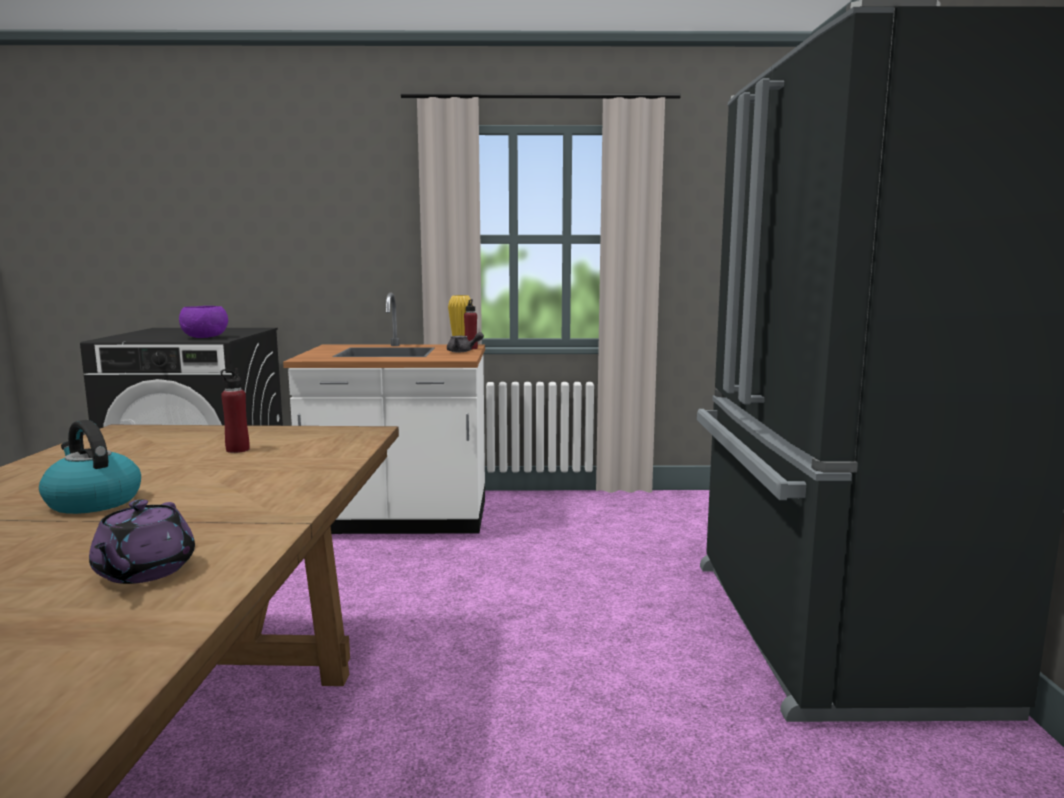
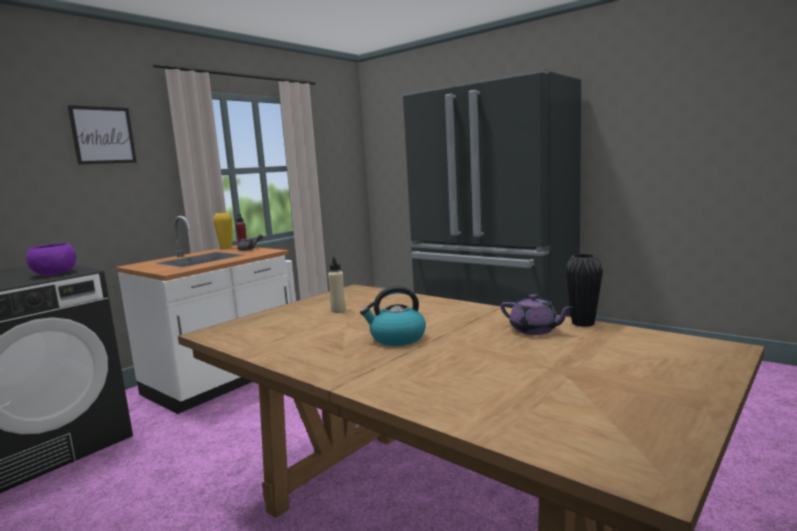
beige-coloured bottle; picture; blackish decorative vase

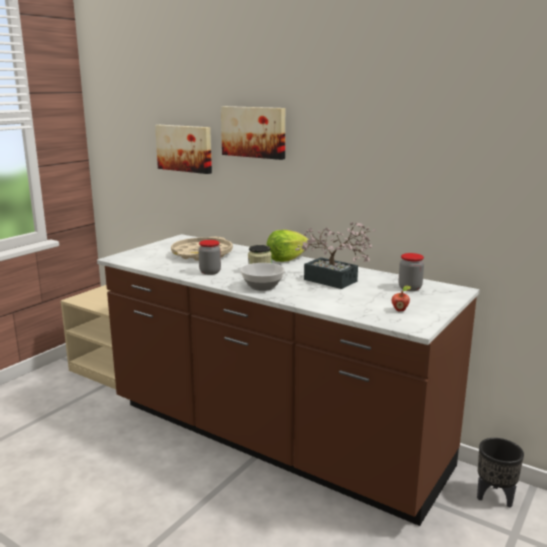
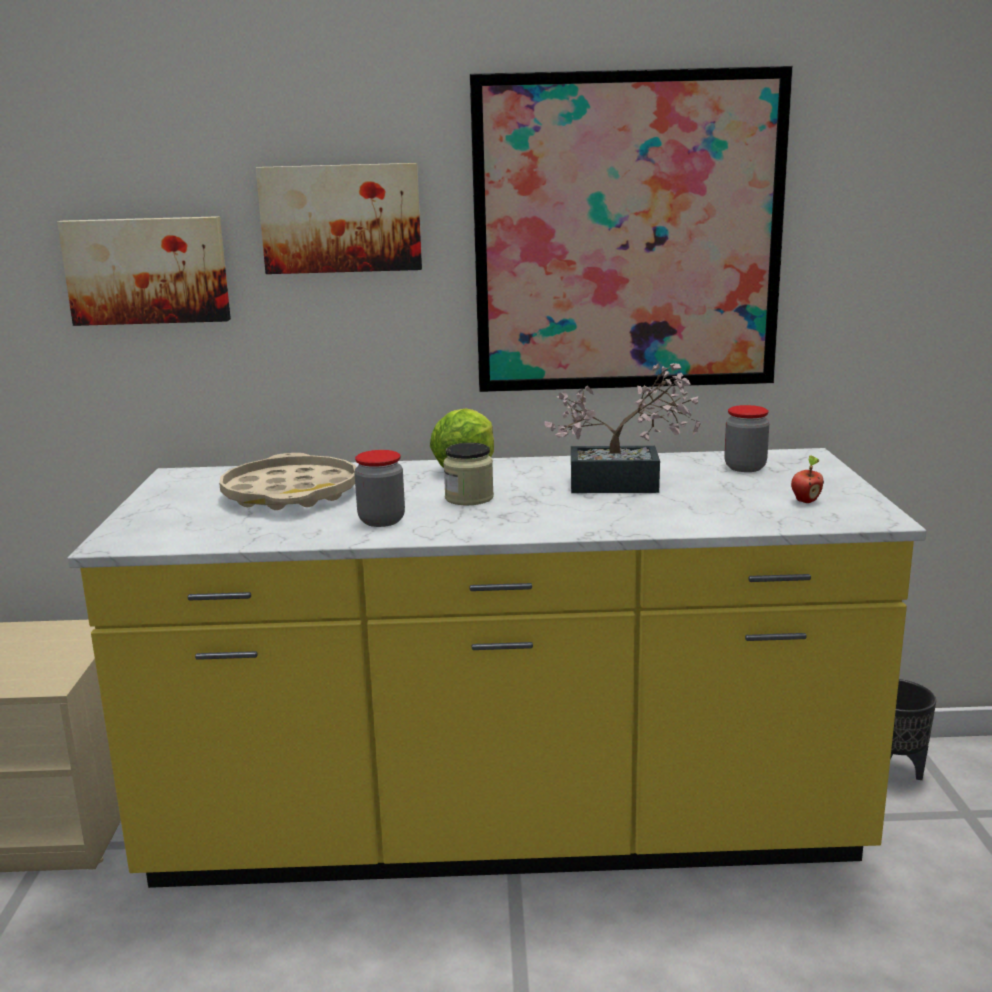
yellow counter; bowl; picture (no. 3 from left)

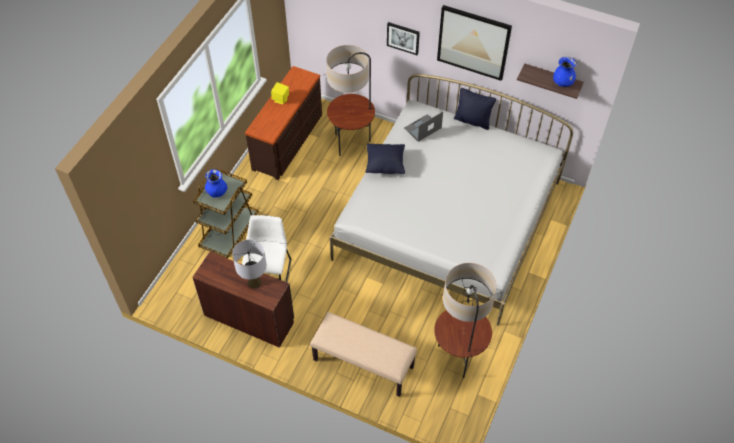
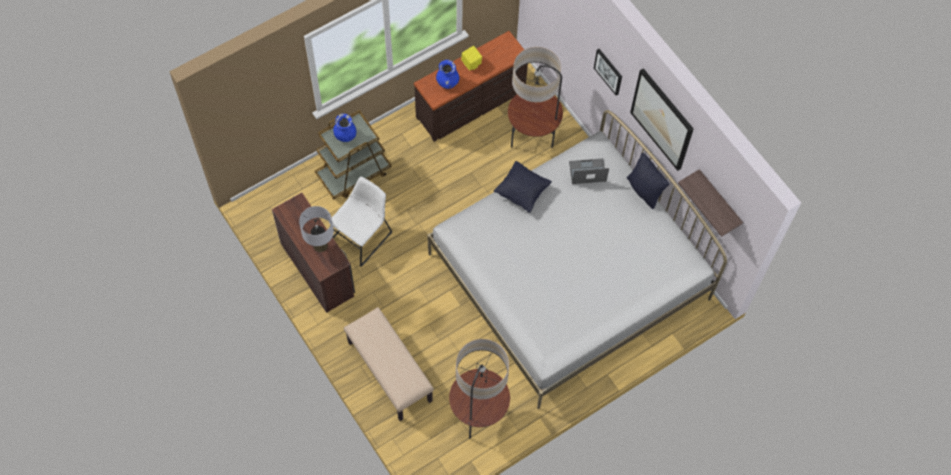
blue-coloured decorative vase (no. 2 from left)

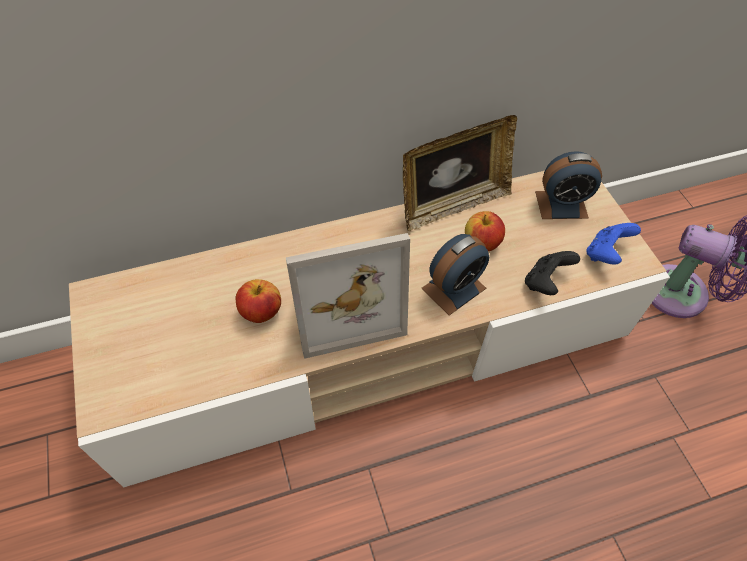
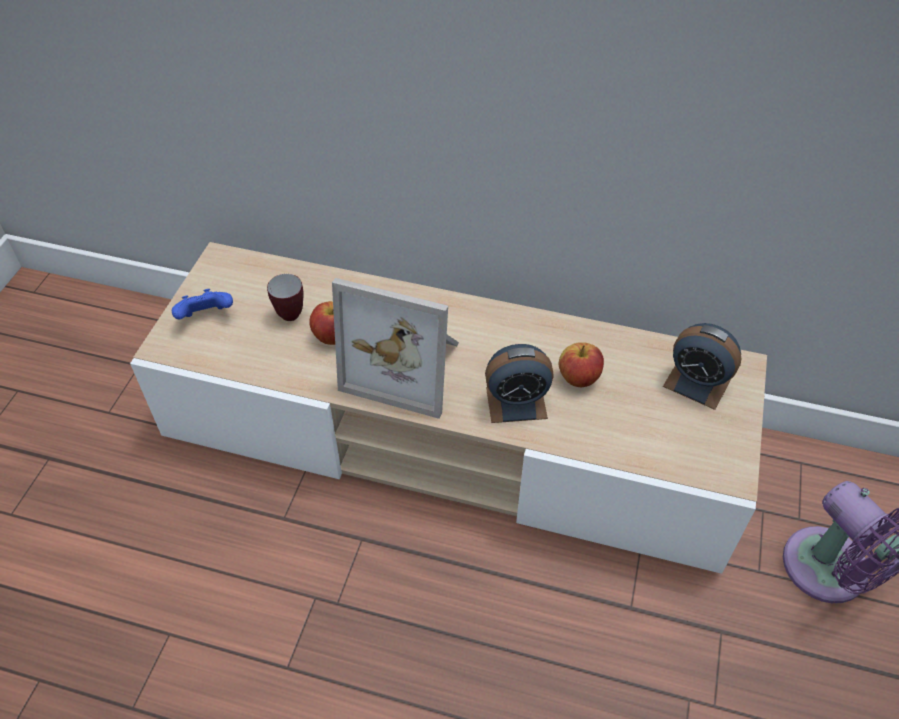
picture frame (no. 2 from left in the first image); blackish gamepad; blue-coloured gamepad; mug

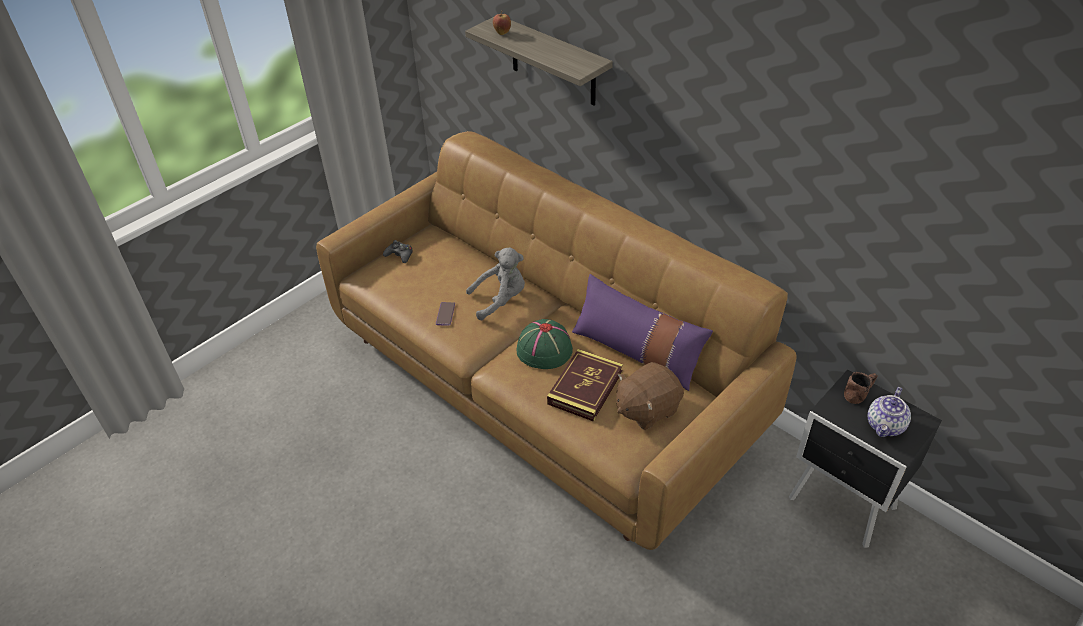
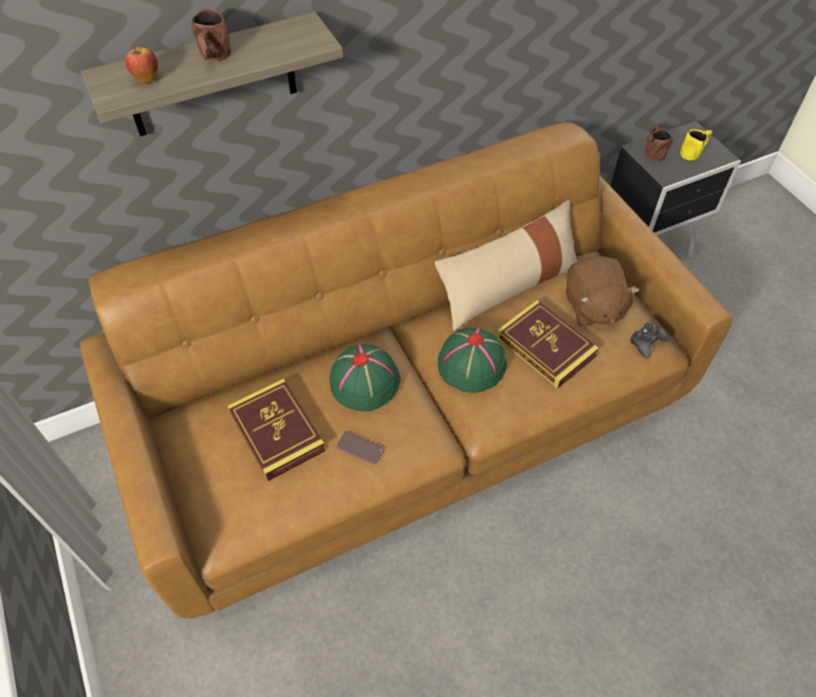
blackish gamepad; green-coloured wearable hat (no. 1 from left); beige-coloured throw pillow; yellow mug; brownish mug (no. 1 from left); bound book (no. 1 from left)

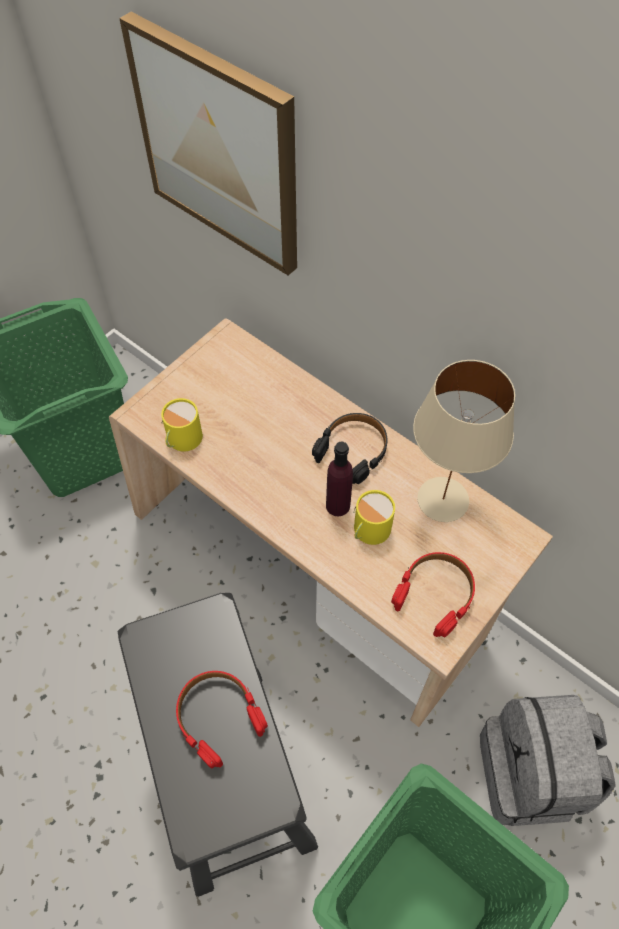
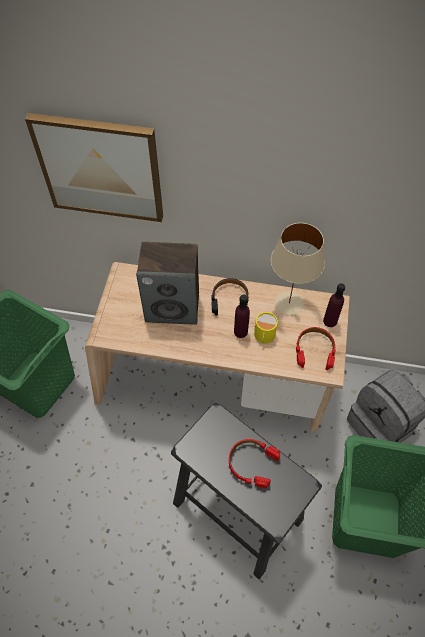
yellow mug (no. 1 from left in the first image); speaker; purplish bottle (no. 2 from left)

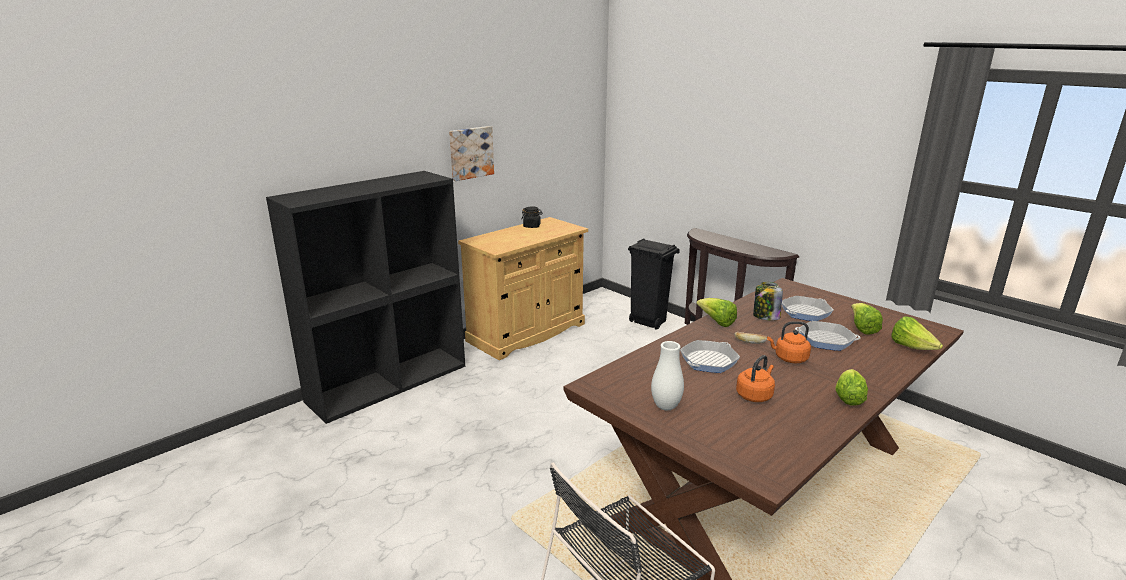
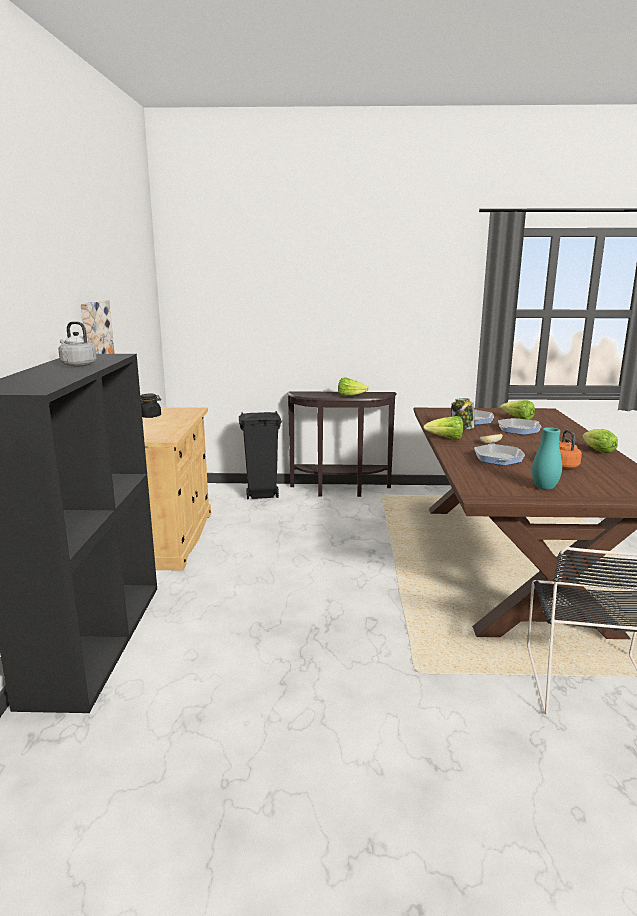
turquoise-coloured decorative vase; orange-coloured water kettle (no. 2 from left in the first image); lettuce head (no. 1 from left); greyish water kettle

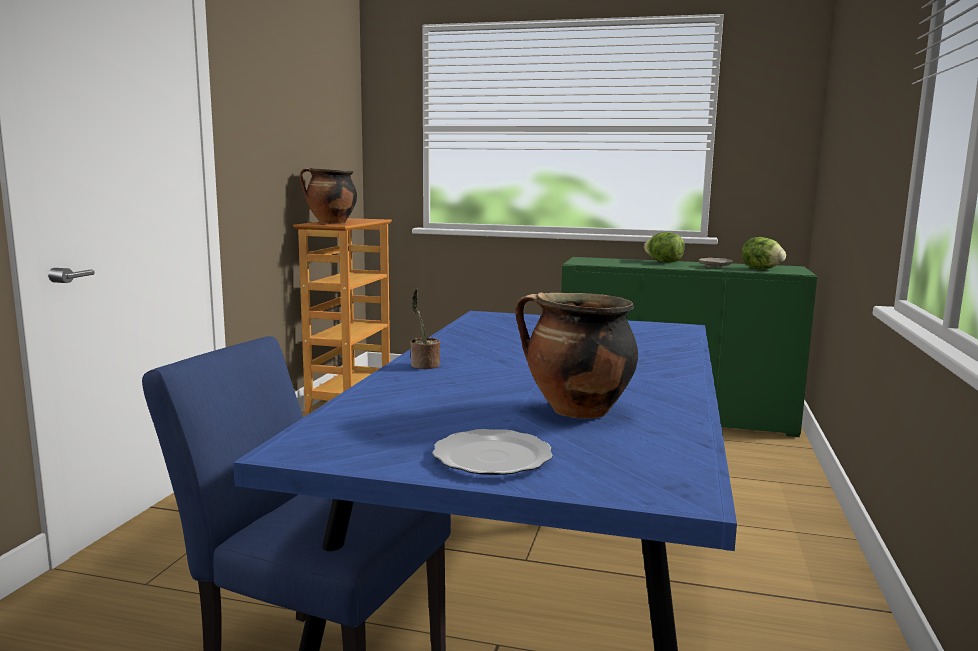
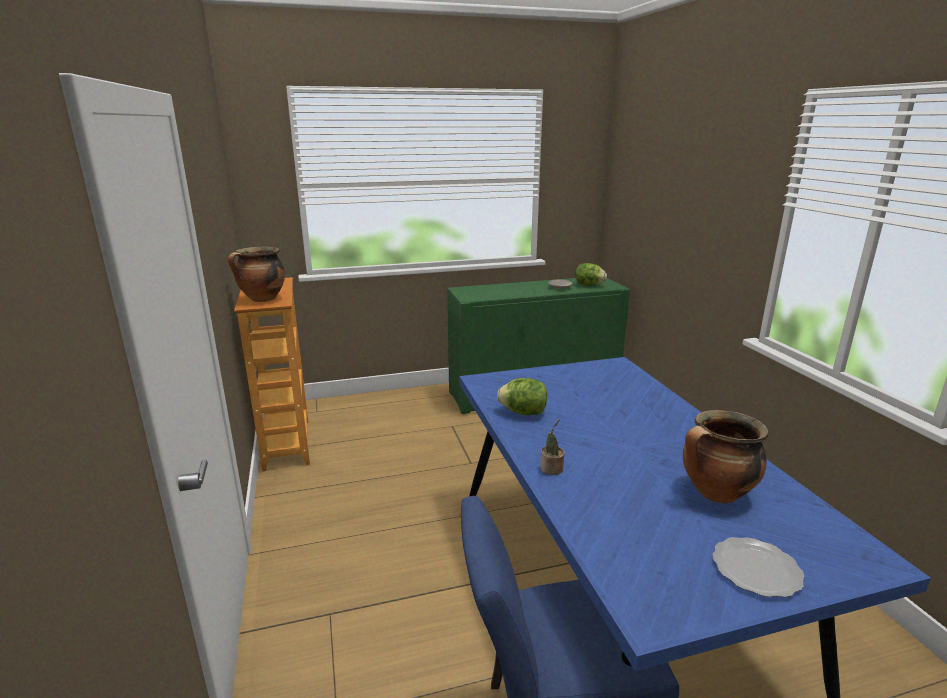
lettuce head (no. 1 from left)

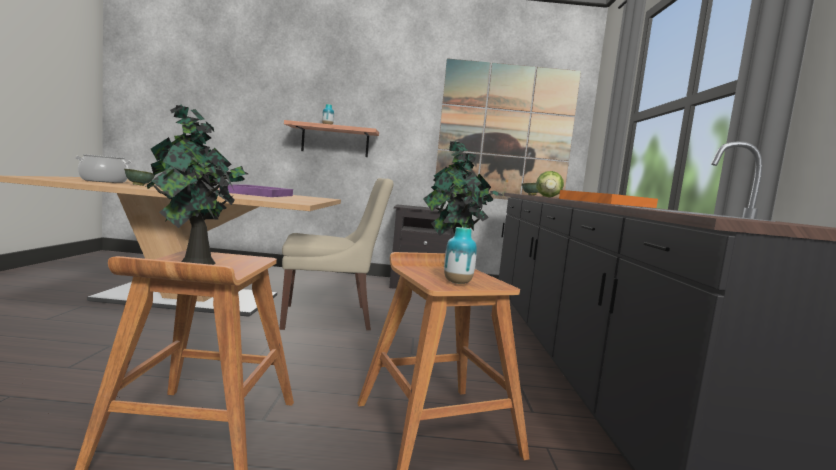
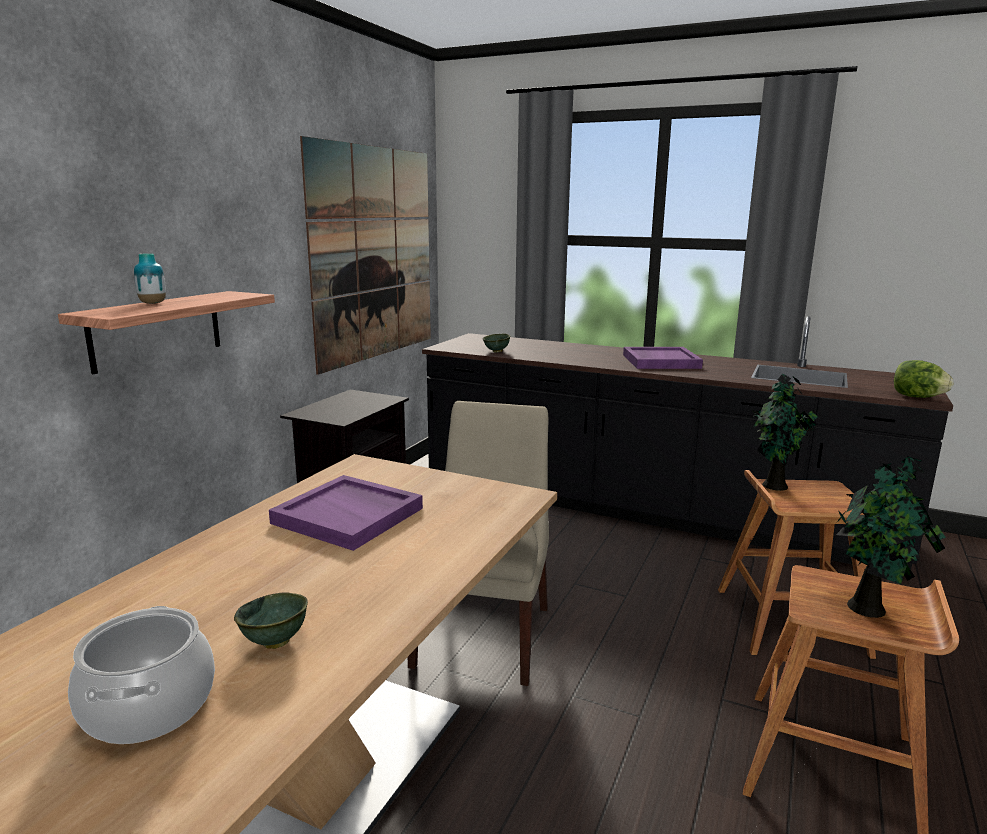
decorative vase (no. 2 from left in the first image); lettuce head; purplish serving tray (no. 2 from left)

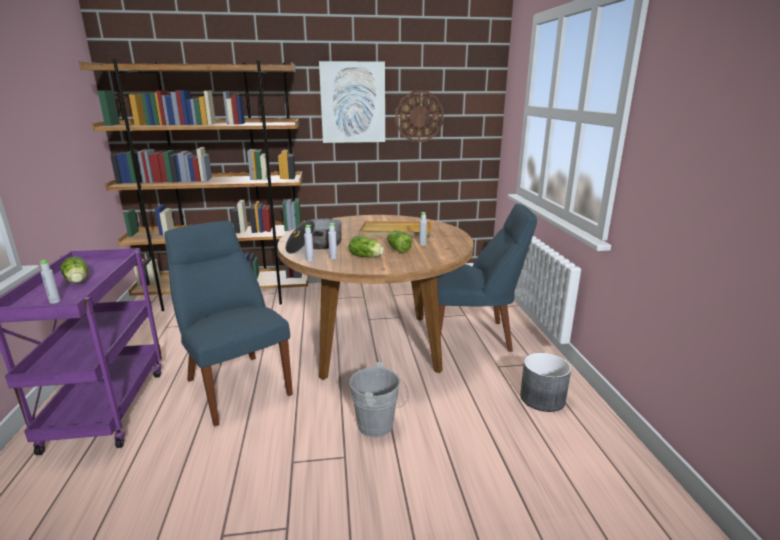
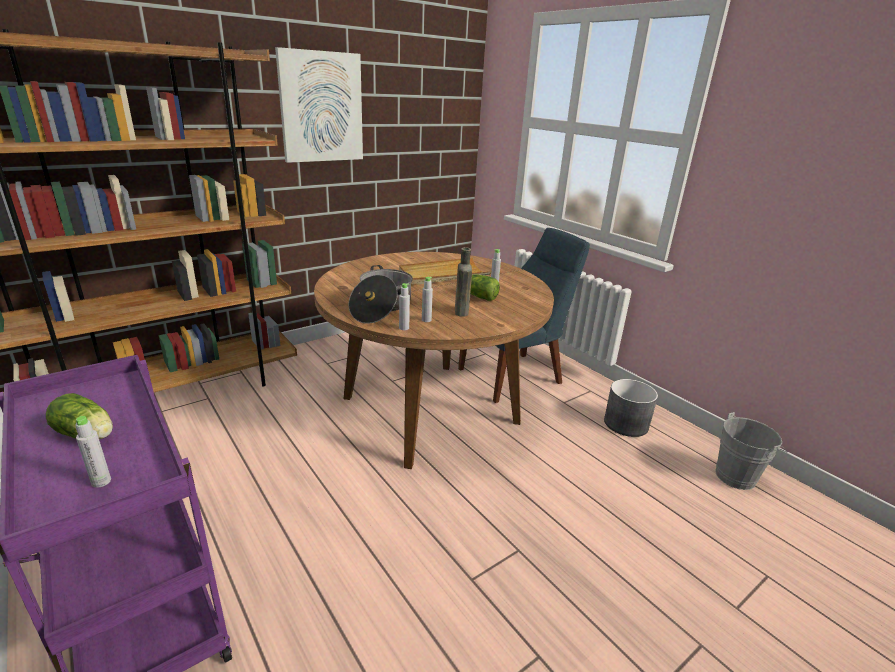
blue-coloured plain chair (no. 1 from left in the first image); brownish bottle; greyish pail; wall clock

